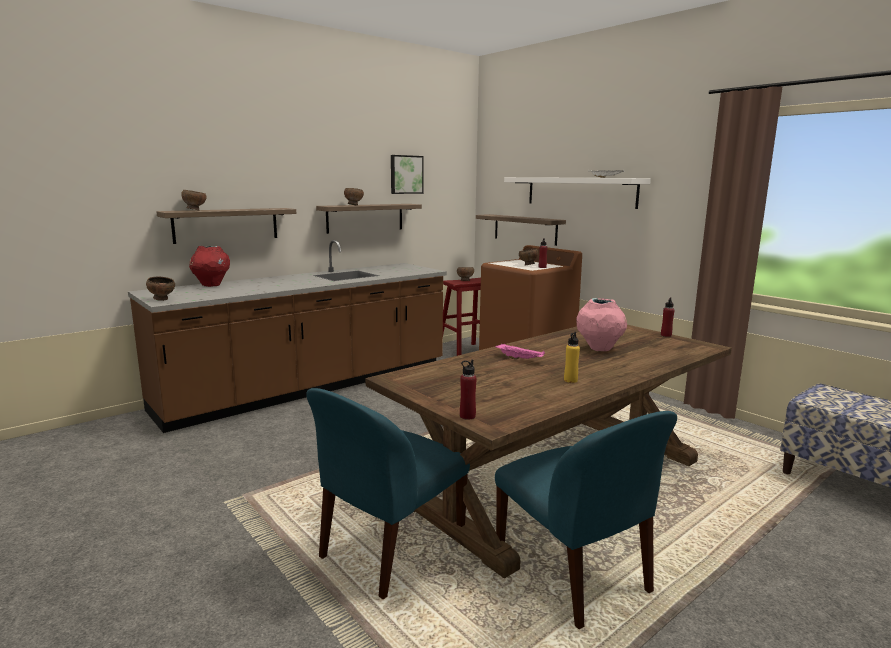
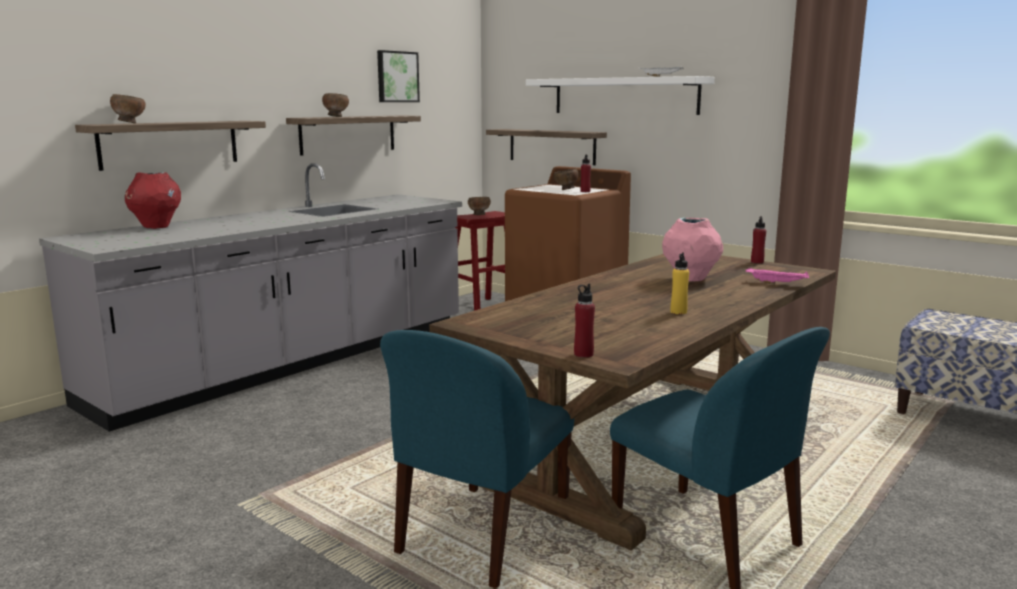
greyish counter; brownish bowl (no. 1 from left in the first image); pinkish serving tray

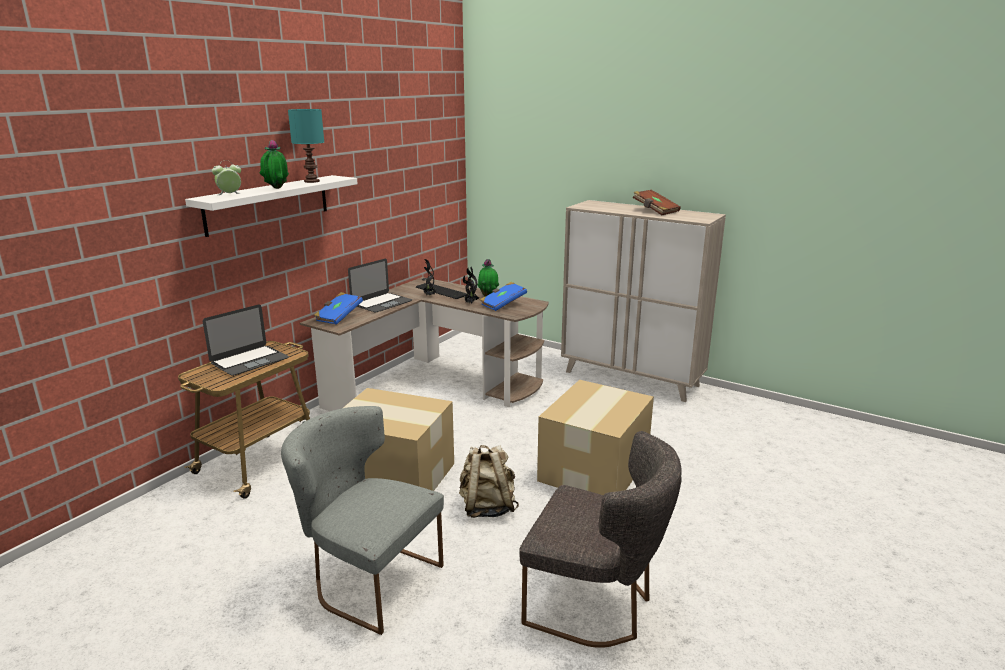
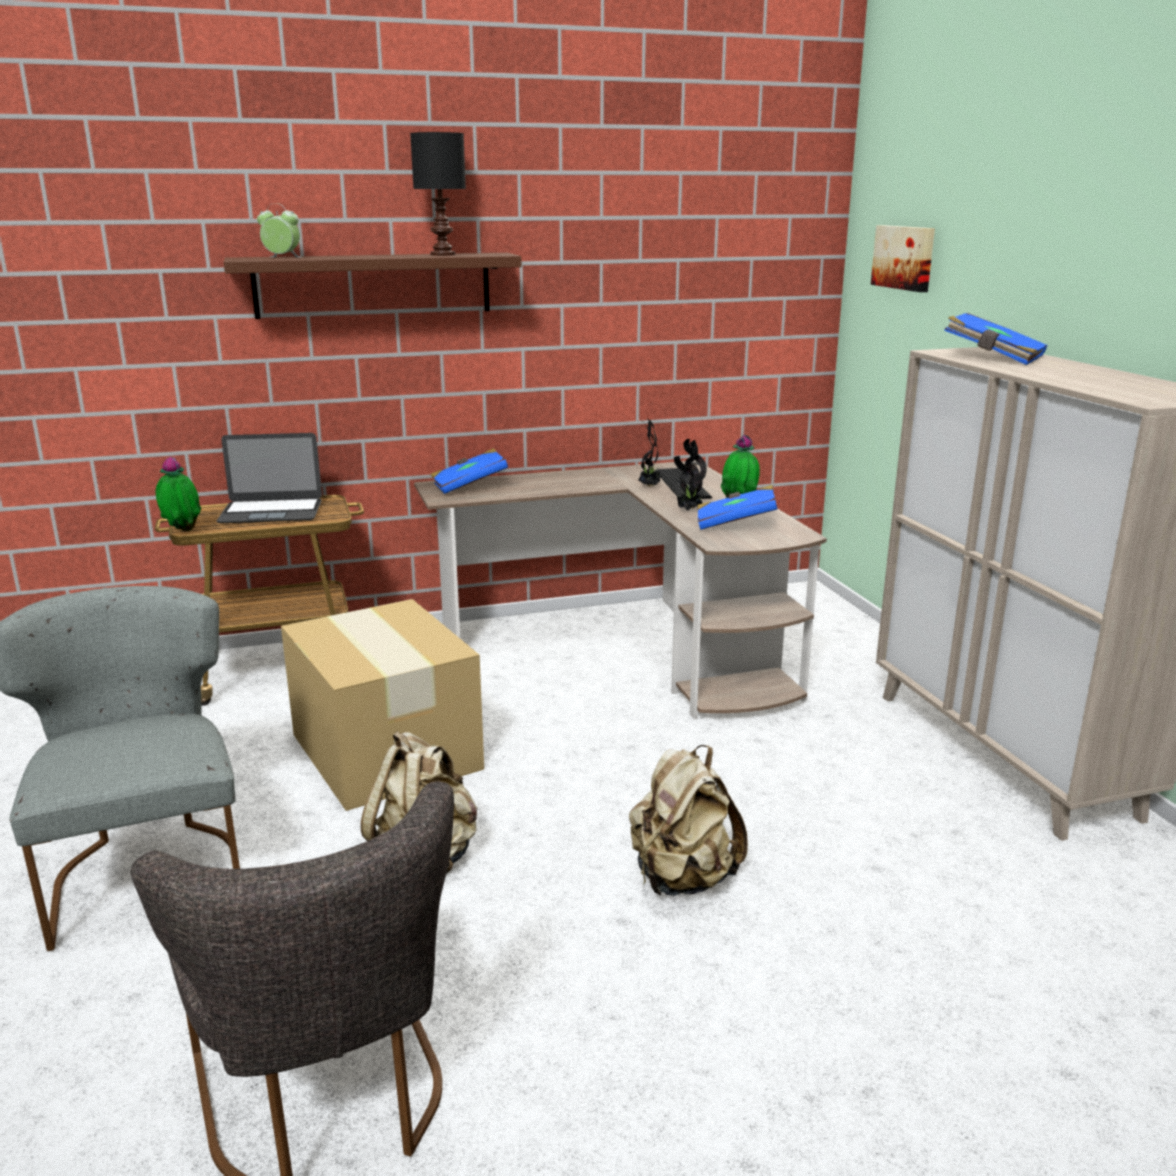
brownish wall shelf; houseplant (no. 1 from left); blackish tabletop lamp; laptop (no. 2 from left in the first image); beige-coloured knapsack (no. 2 from left); brownish bound book; picture; blue-coloured bound book (no. 3 from left)

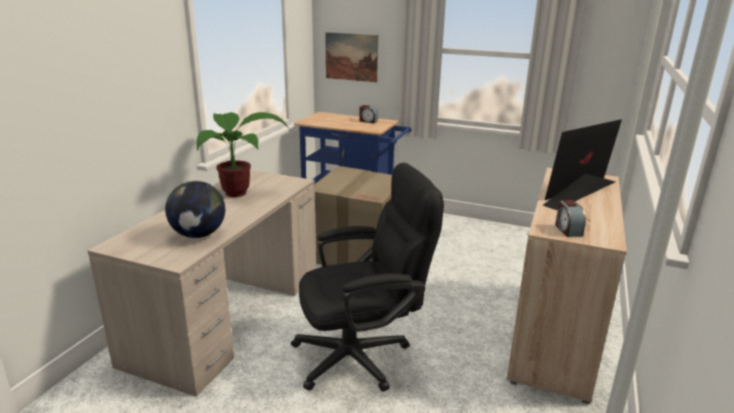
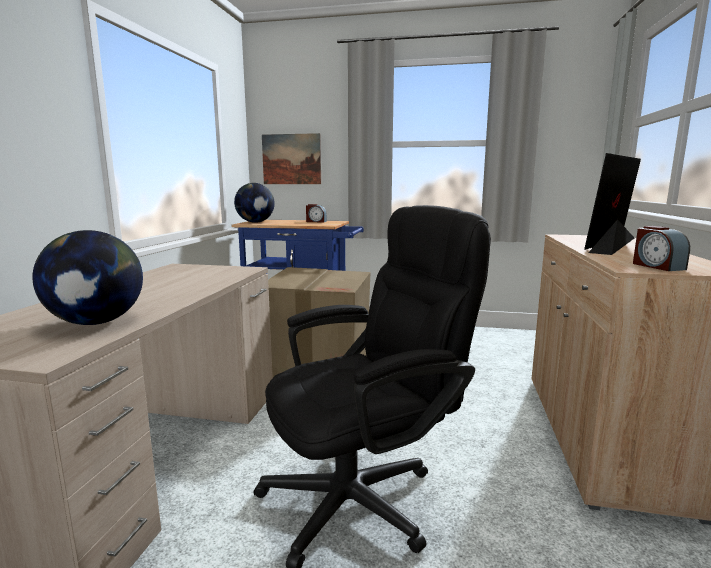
houseplant; desk globe (no. 2 from left)

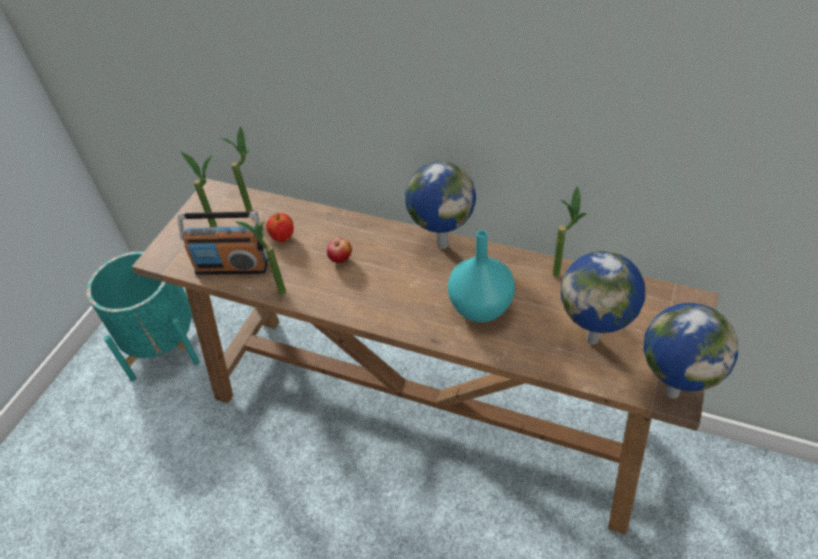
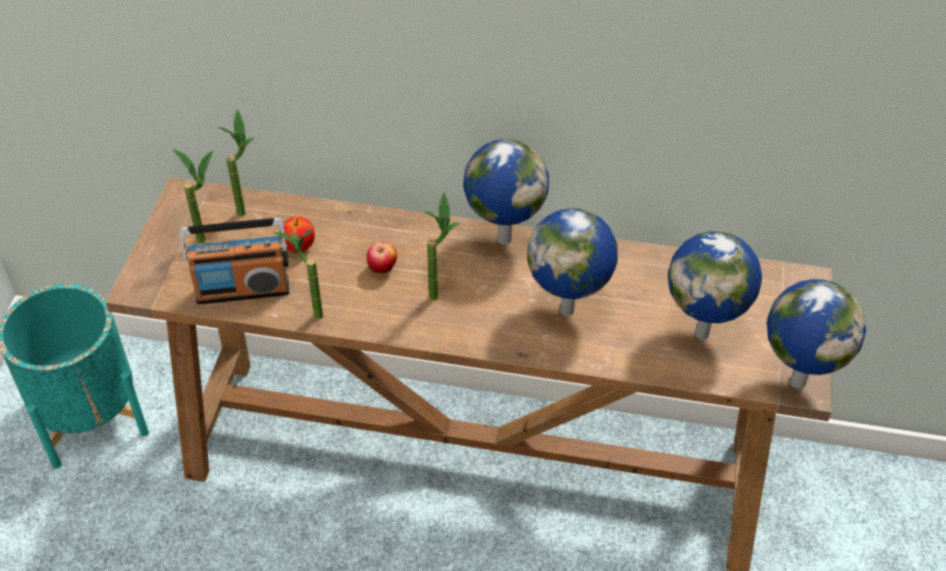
desk globe (no. 2 from left); houseplant (no. 4 from left)

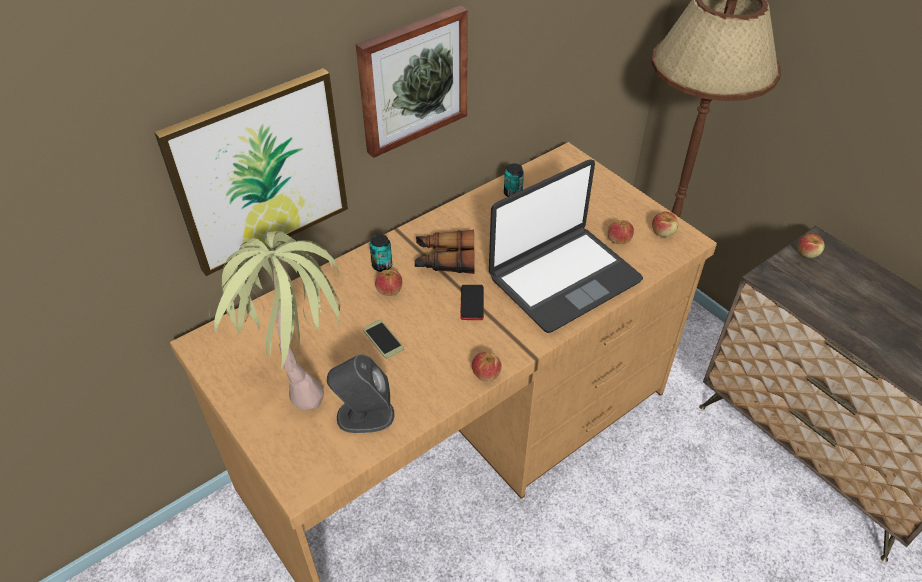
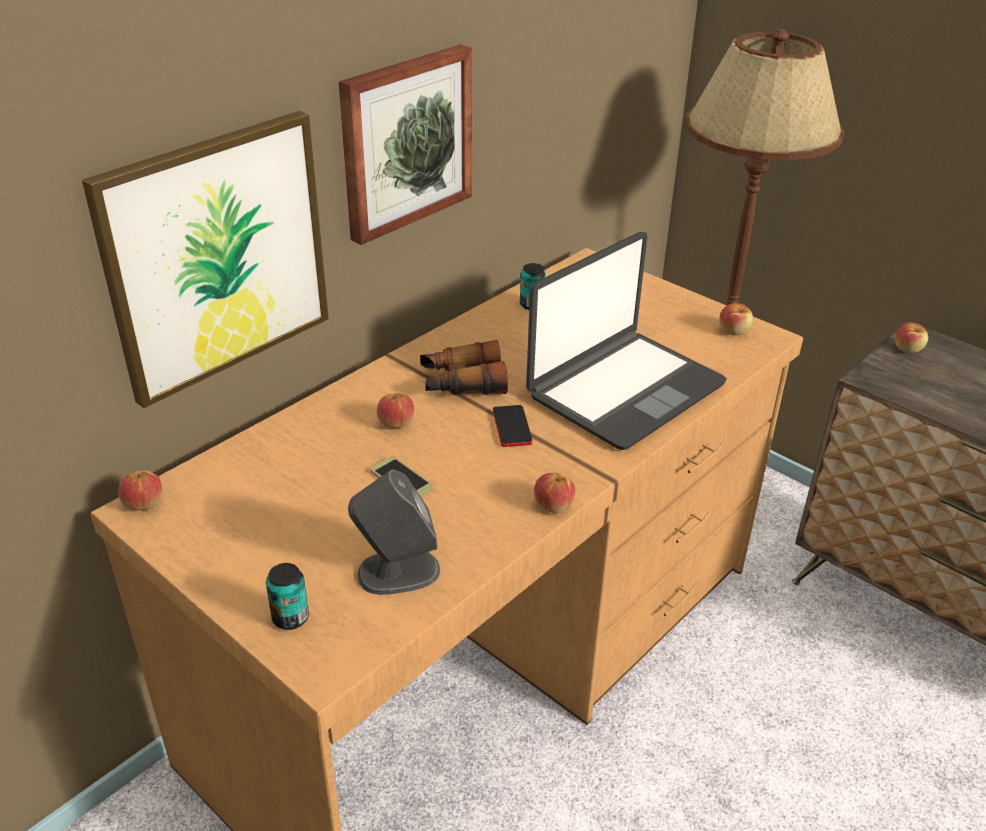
houseplant; metal can (no. 1 from left); apple (no. 1 from left)

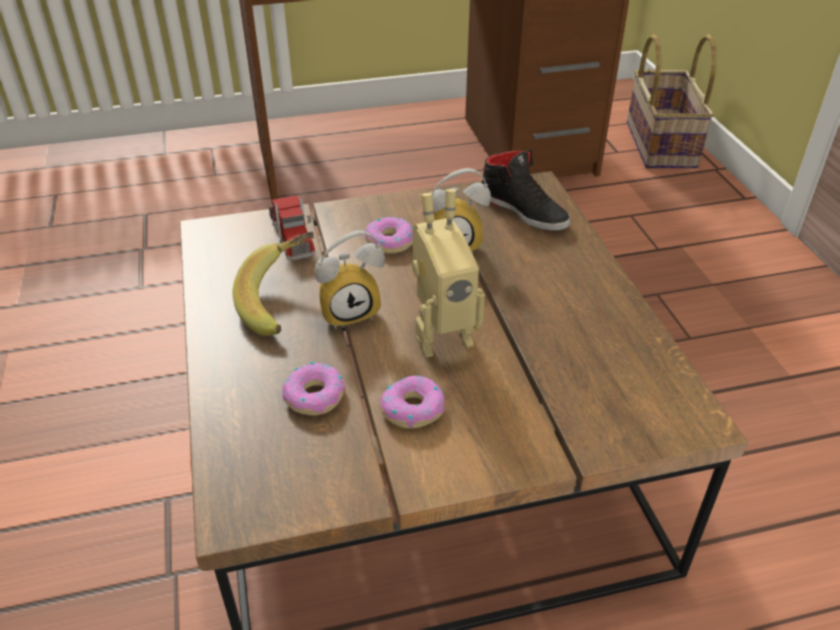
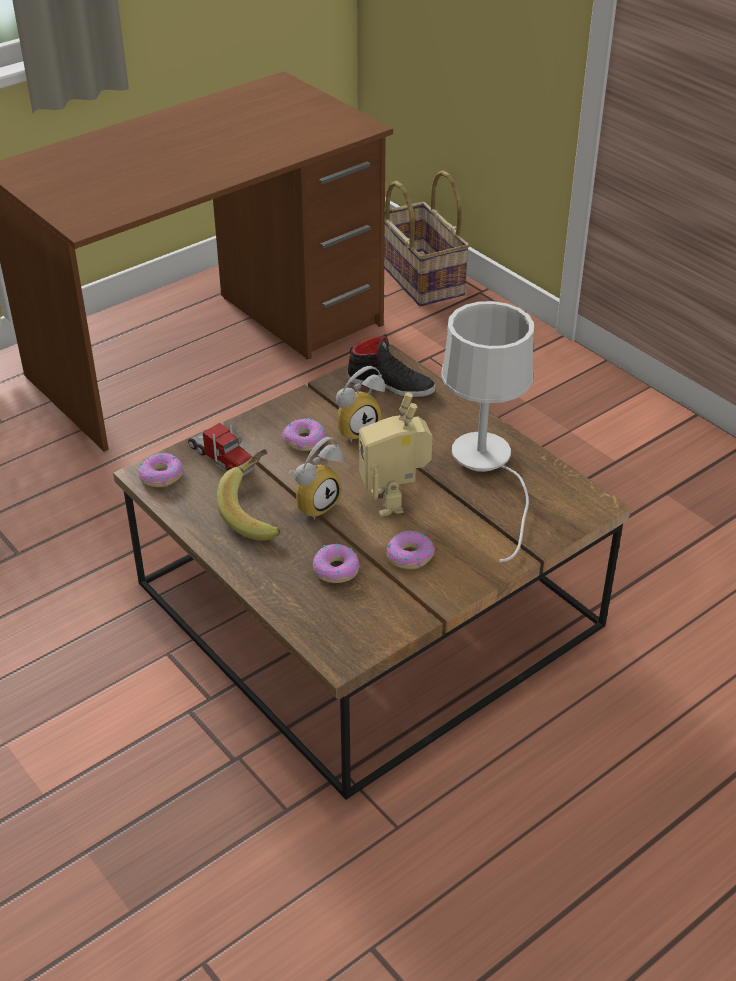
model robot; doughnut (no. 1 from left); white tabletop lamp

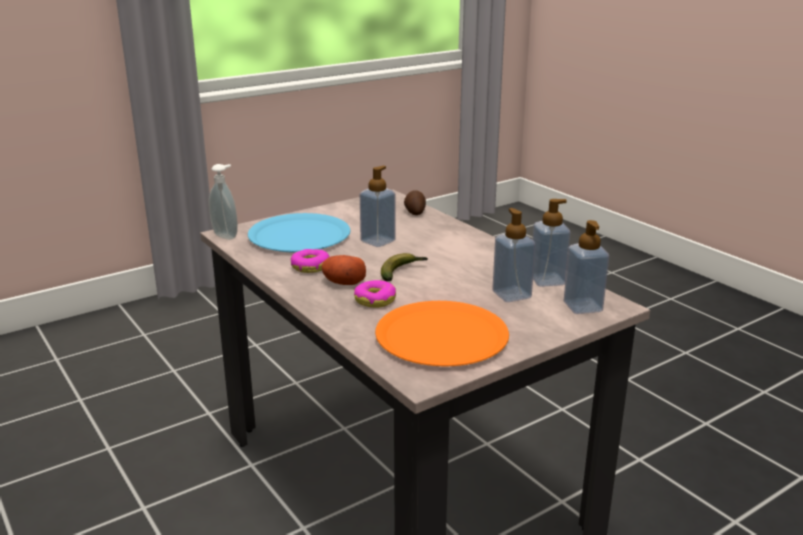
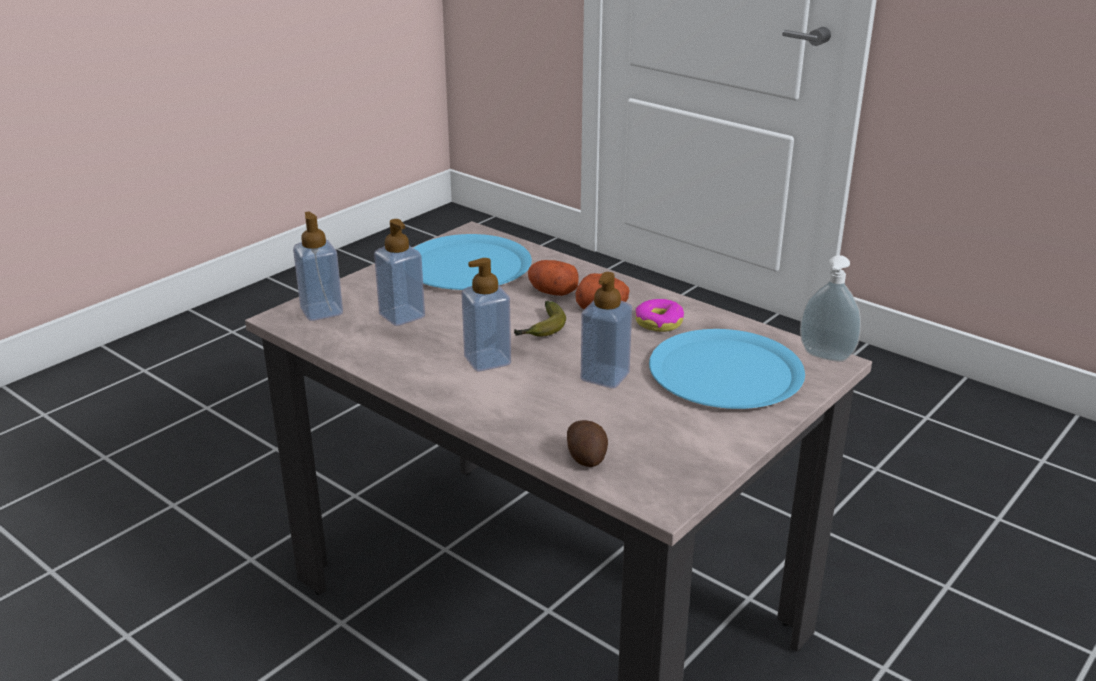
potato (no. 1 from left); blue-coloured dinner plate (no. 1 from left); soap bottle (no. 3 from left)

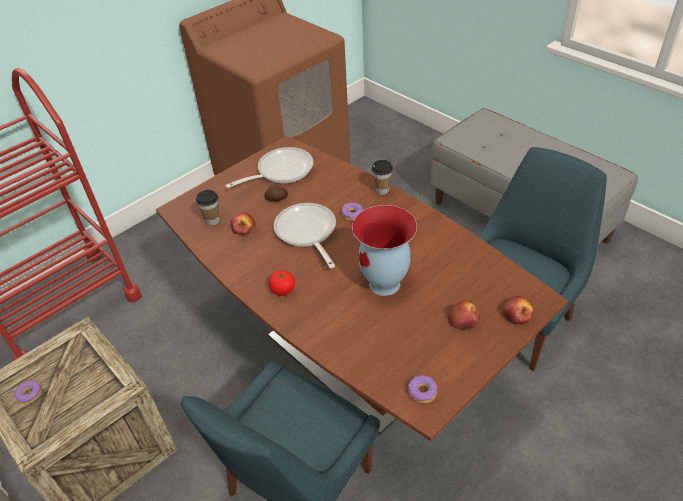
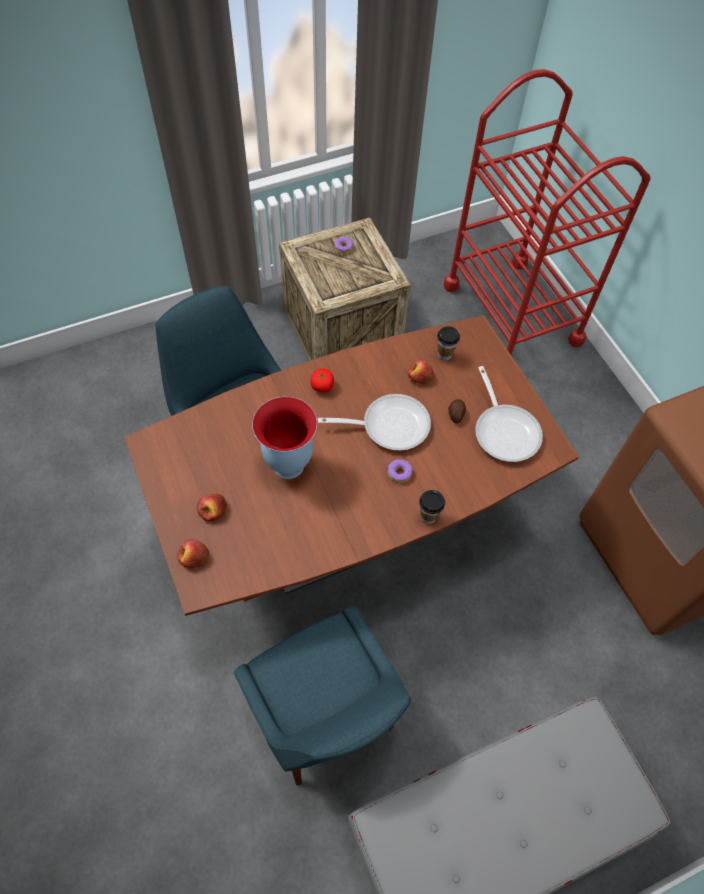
doughnut (no. 3 from left in the first image)

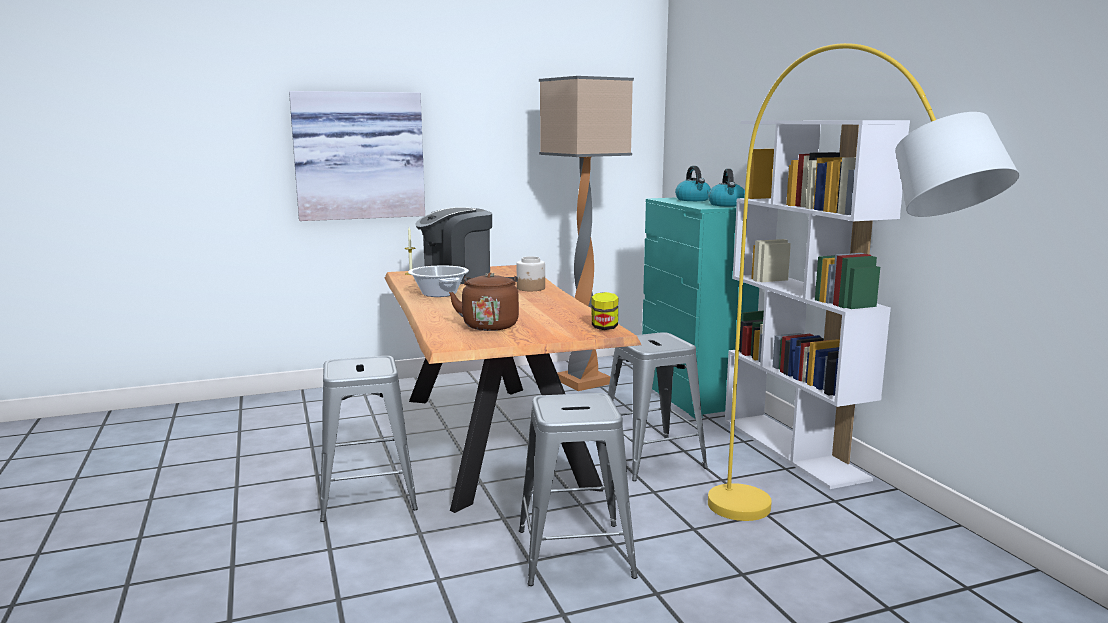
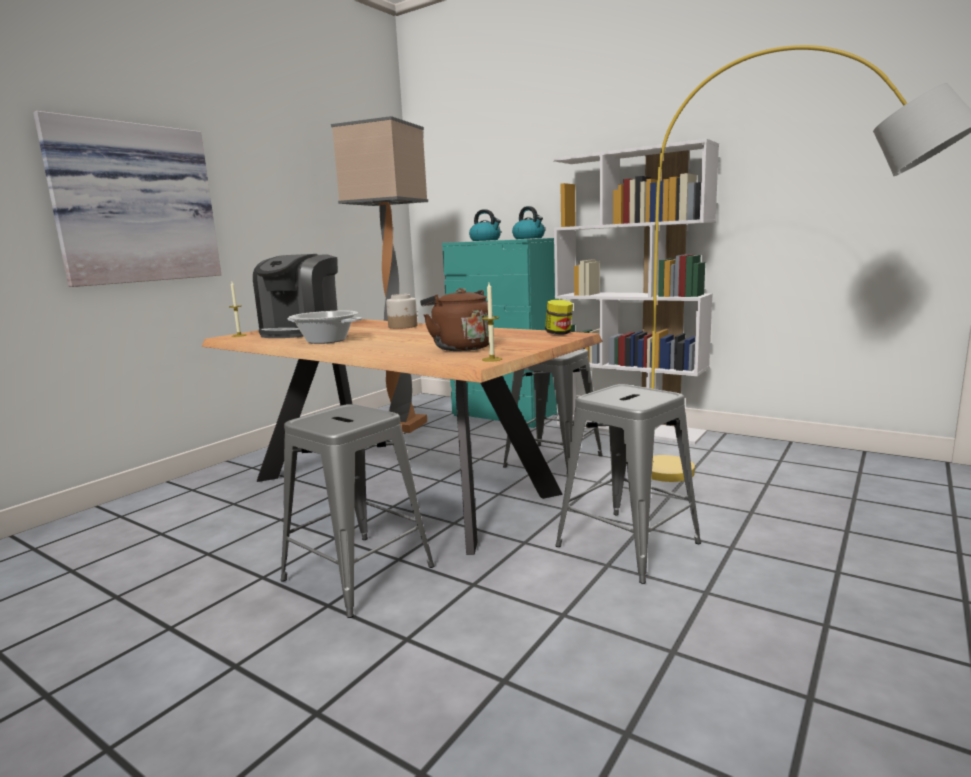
candle (no. 2 from left)

